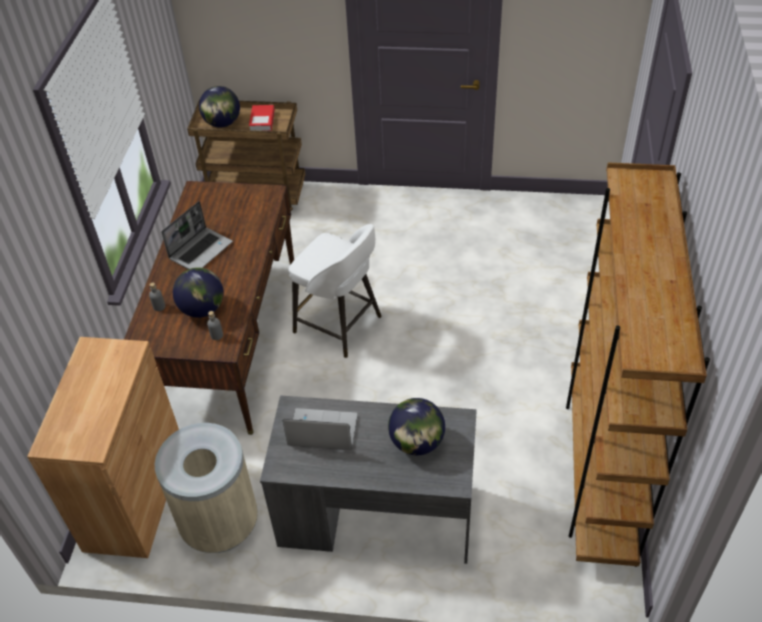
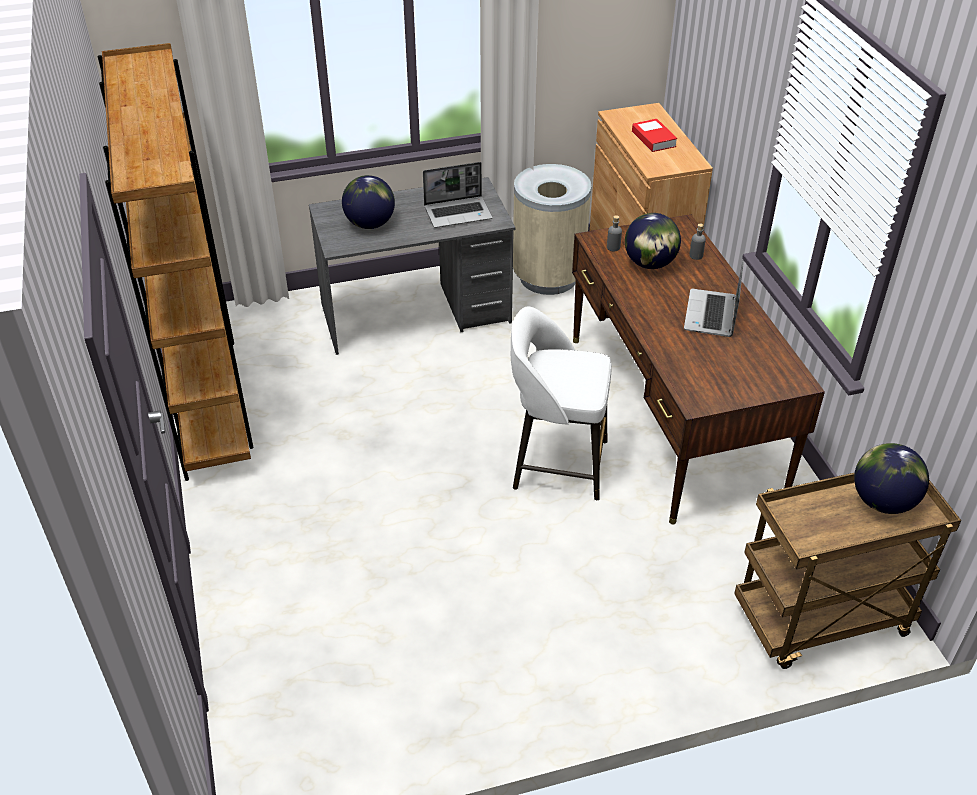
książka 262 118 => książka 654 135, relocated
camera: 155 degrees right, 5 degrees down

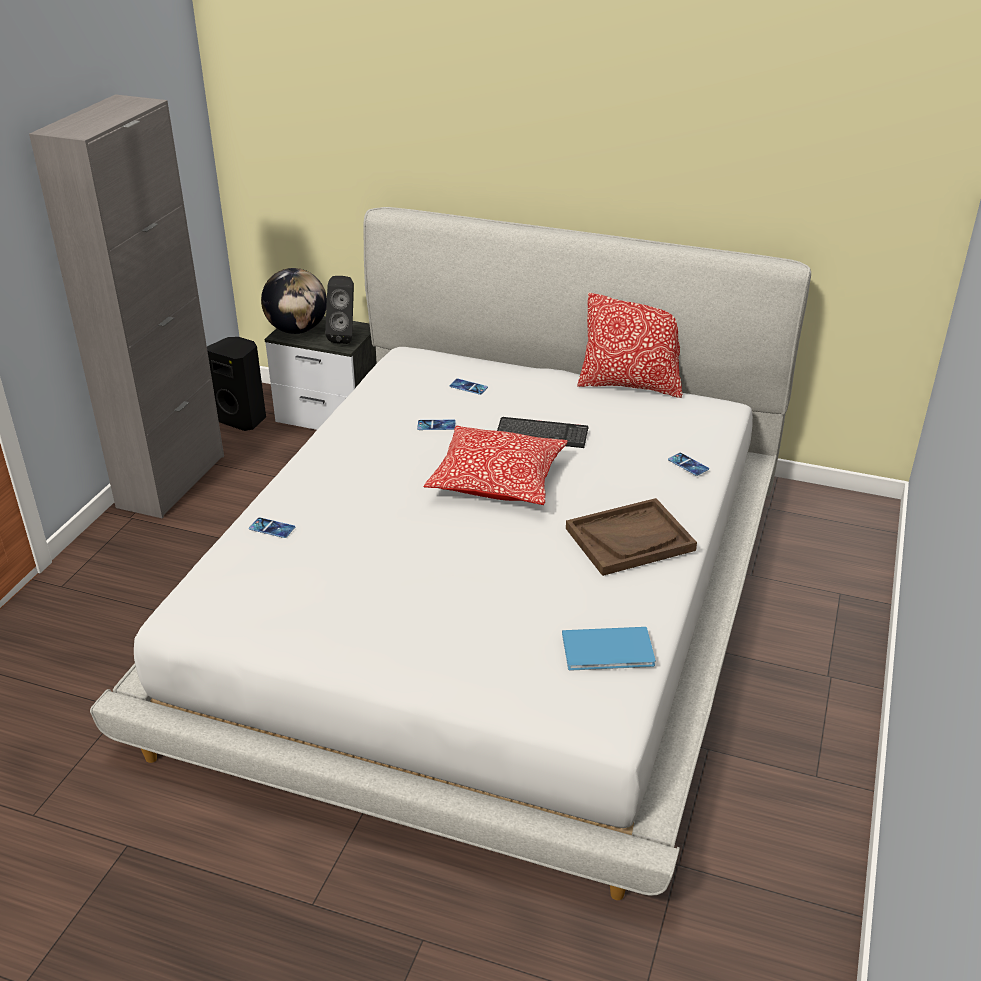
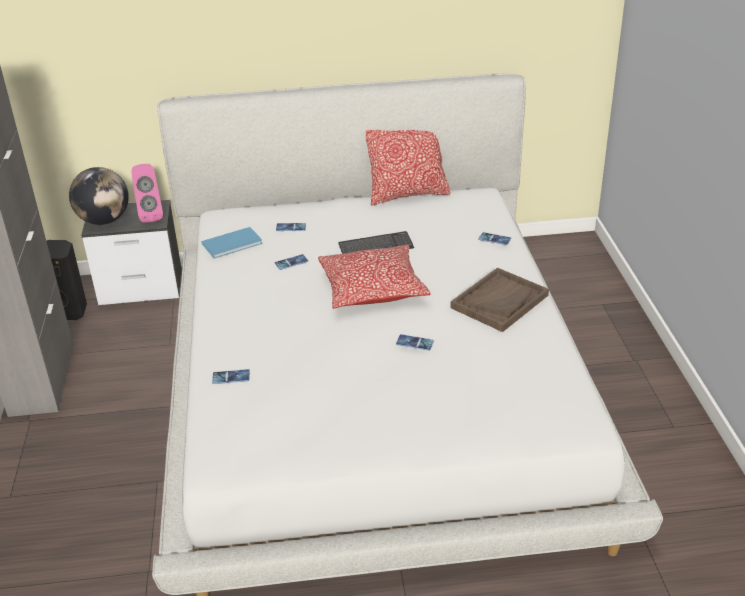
nothing => telefon 415 342
książka [niebieski] 609 649 => książka [niebieski] 232 243, relocated
głośnik [czarny] 339 310 => głośnik [różowy] 147 193
camera: 25 degrees left, 0 degrees up

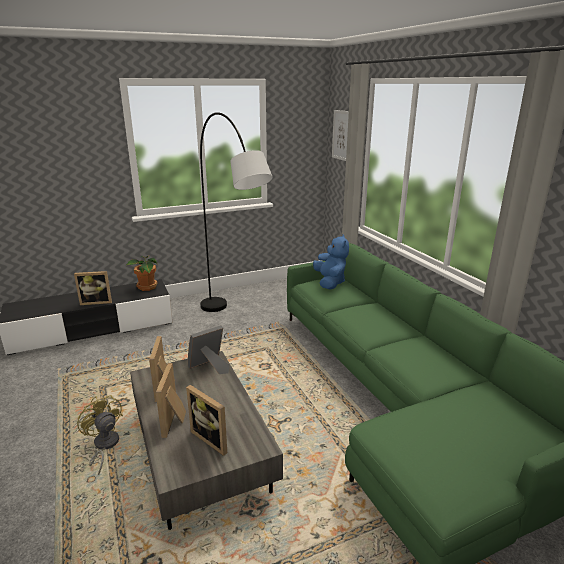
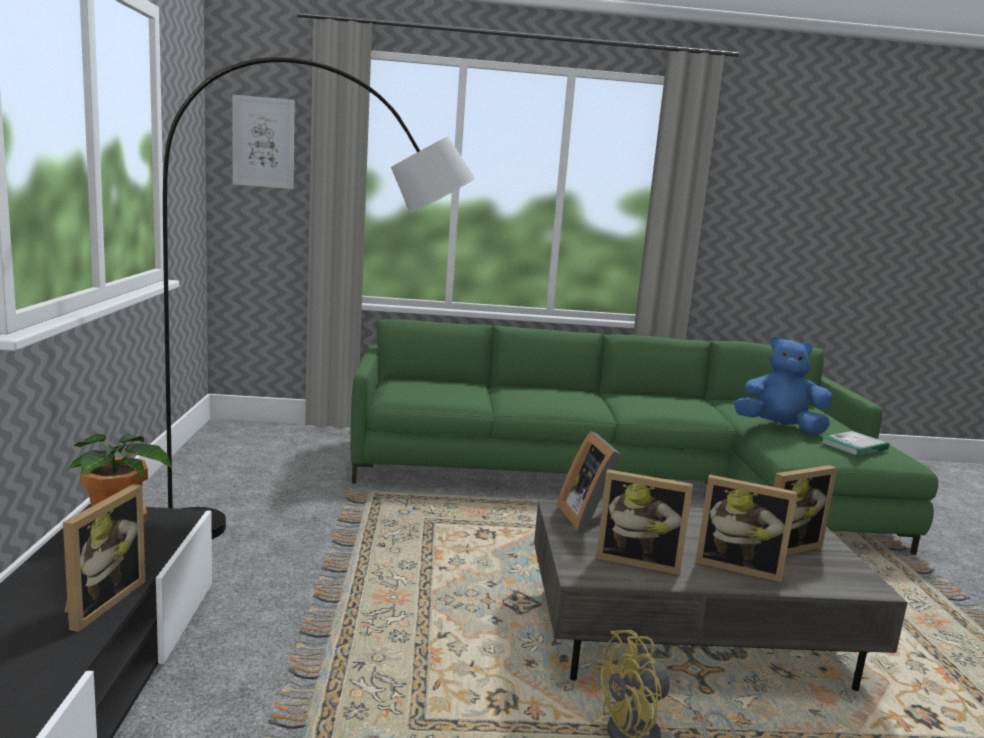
nothing => książka 855 443
pluszak [niebieski] 331 262 => pluszak [niebieski] 783 385, relocated
camera: 70 degrees left, 10 degrees down

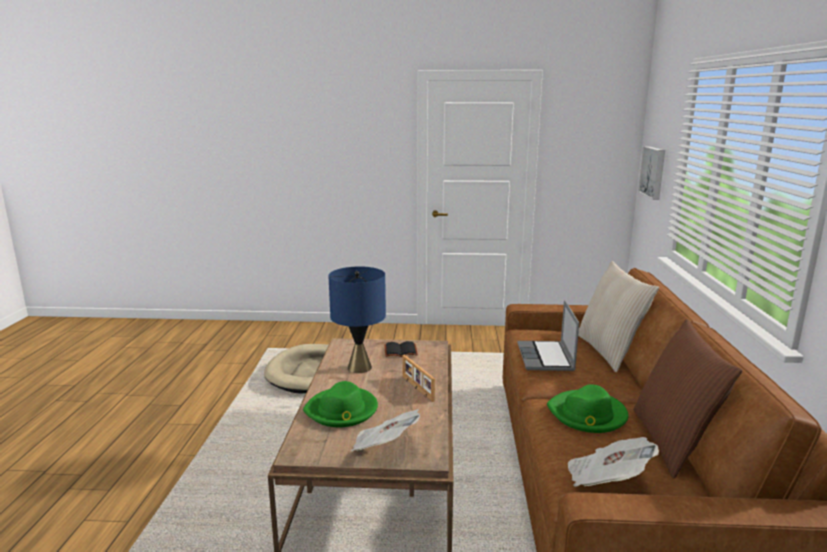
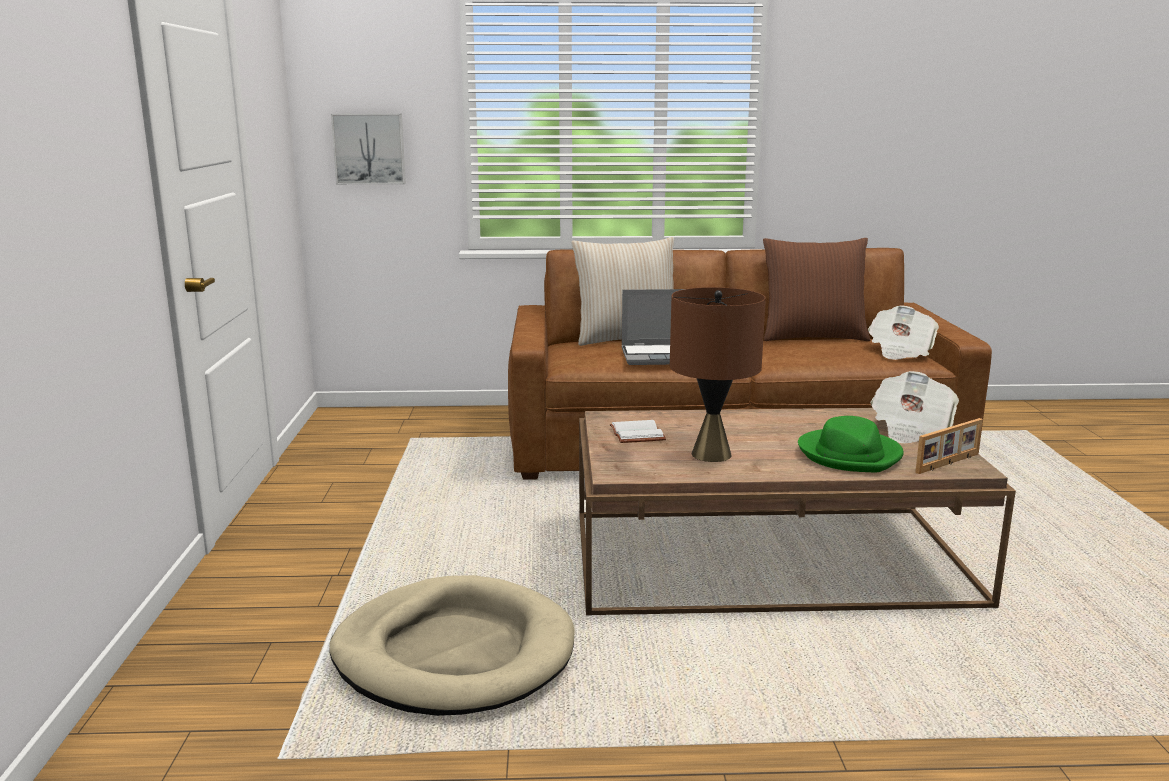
kapelusz [zielony] 587 408 => nothing
ramka na zdjęcie 419 378 => ramka na zdjęcie 949 446, relocated
lampa stołowa [niebieski] 357 319 => lampa stołowa [brązowy] 718 374
książka [czarny] 401 349 => książka [biały] 638 431
camera: 95 degrees left, 0 degrees up

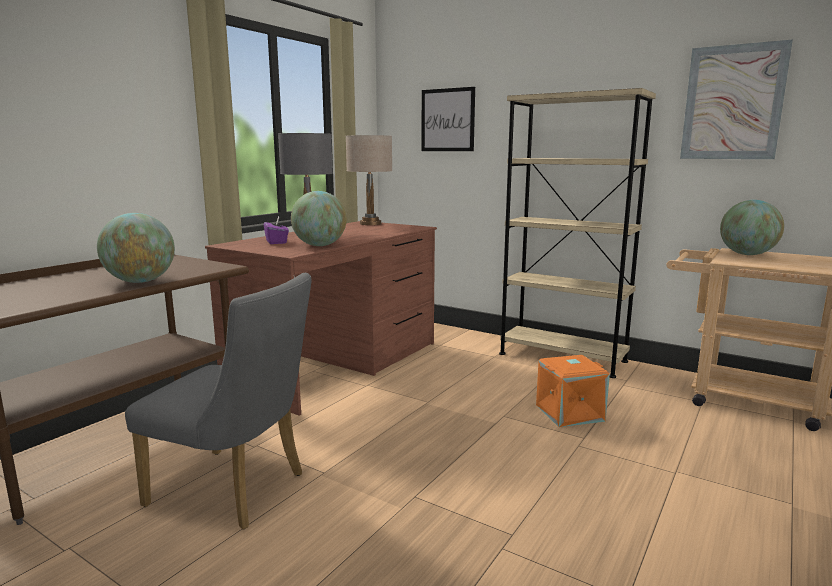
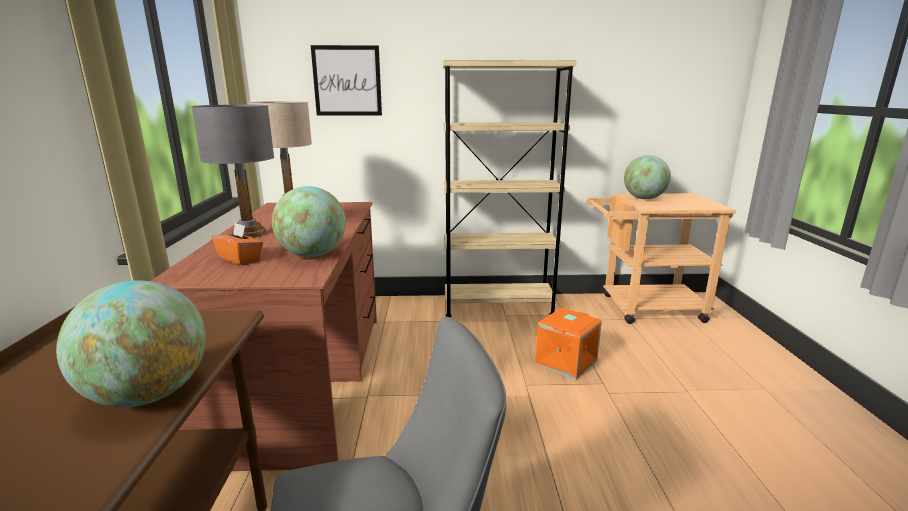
obraz 736 99 => nothing
pudełko chusteczek [fioletowy] 276 230 => pudełko chusteczek [pomarańczowy] 237 244
camera: 35 degrees left, 5 degrees up

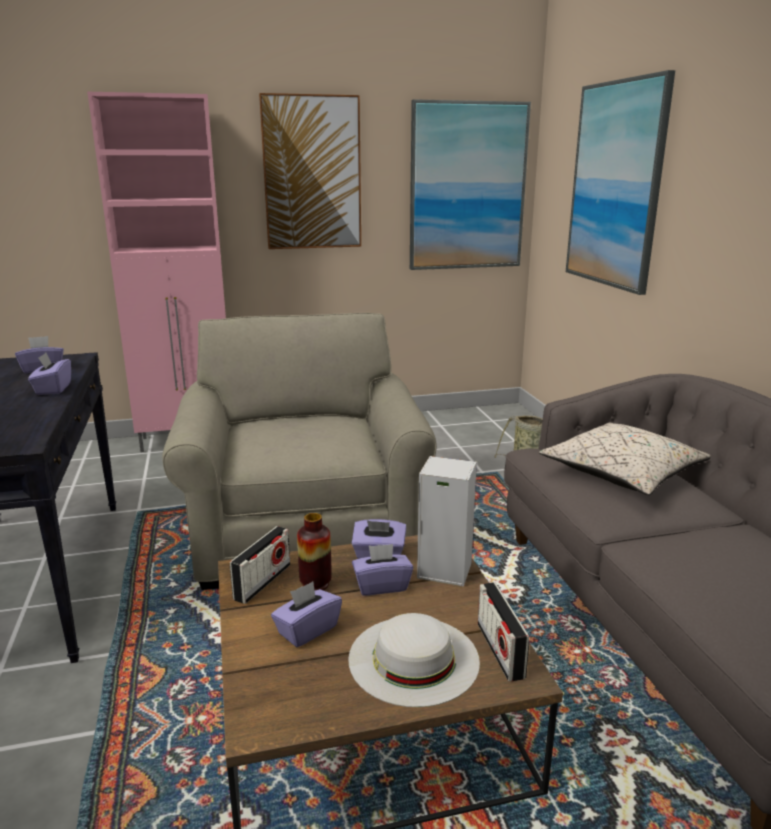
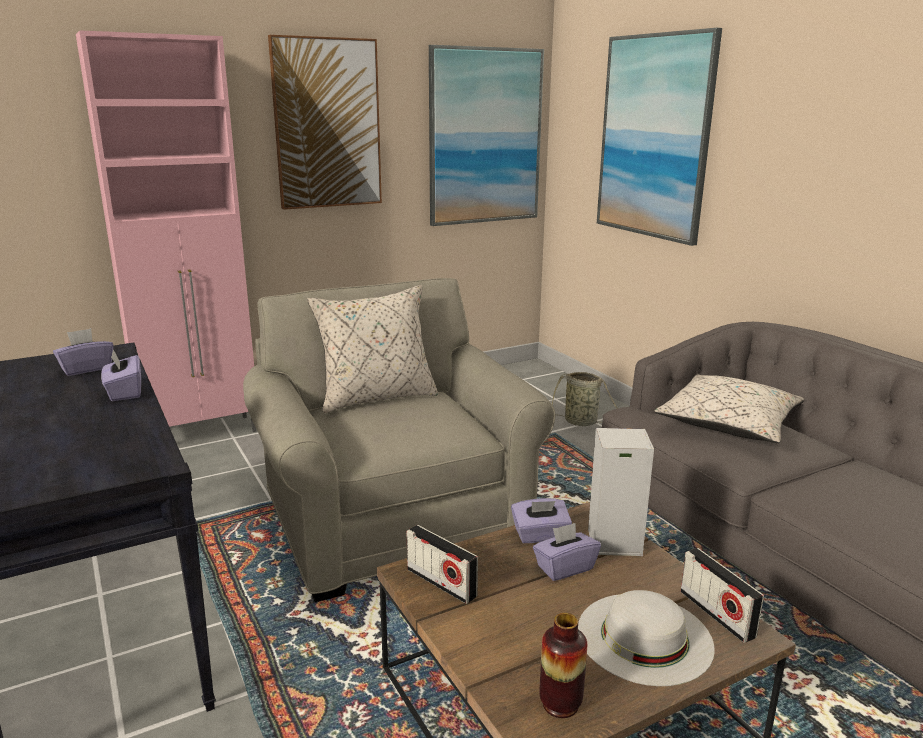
pudełko chusteczek [fioletowy] 306 614 => nothing
nothing => poduszka [beżowy] 372 349
wazon 314 551 => wazon 563 665, relocated
radio 260 565 => radio 442 564, 120 degrees clockwise
camera: 15 degrees left, 0 degrees up

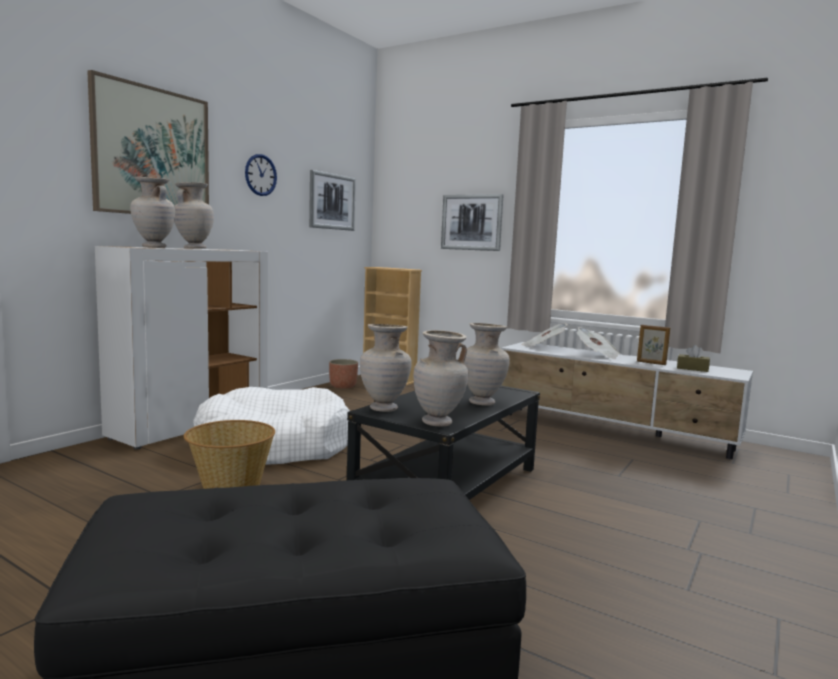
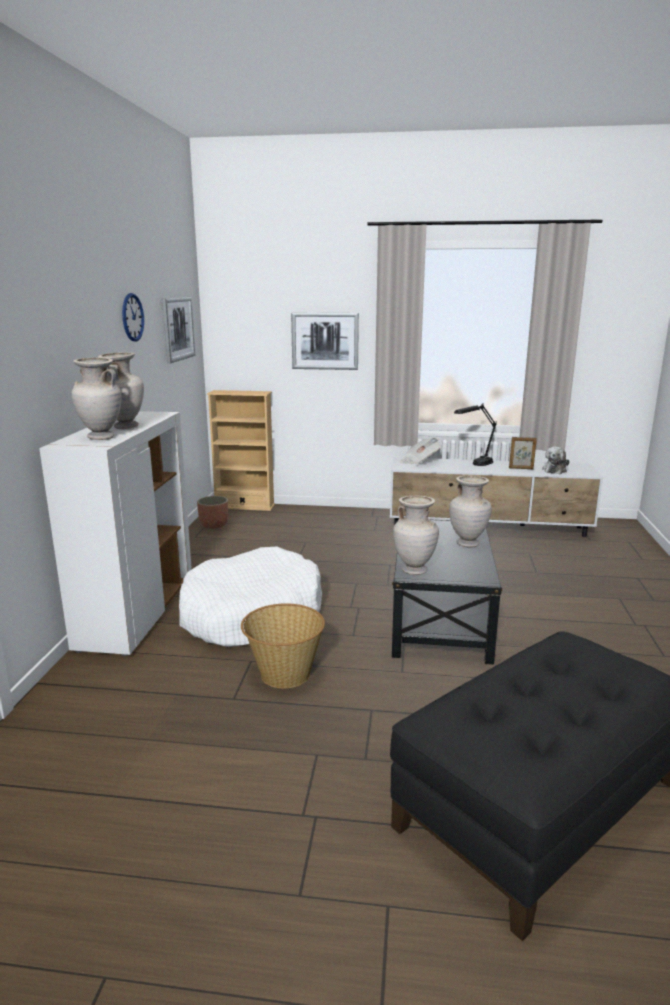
obraz 148 142 => nothing
wazon [beżowy] 441 378 => nothing
gazeta 598 343 => lampa stołowa [czarny] 475 435
pudełko chusteczek [brązowy] 693 358 => pluszak 556 460
camera: 25 degrees left, 10 degrees up

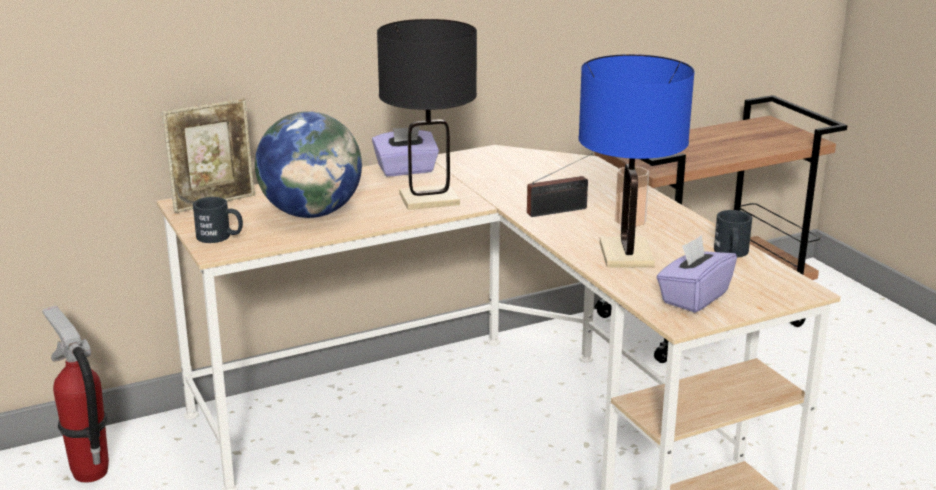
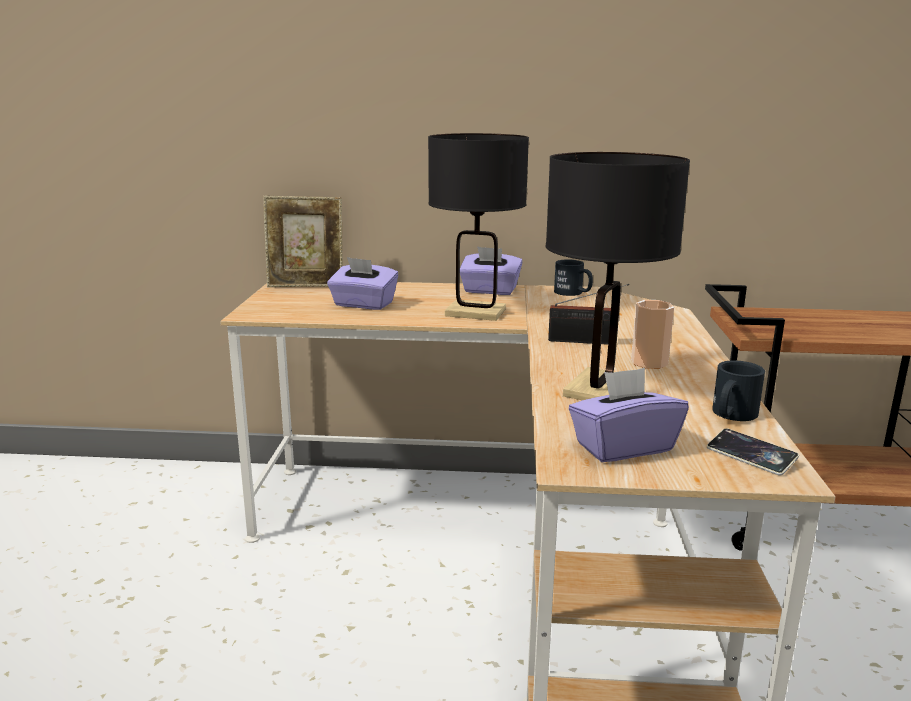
gaśnica 75 394 => nothing
nothing => telefon 753 451
kubek [czarny] 218 220 => kubek [czarny] 573 277, relocated
globus 308 164 => pudełko chusteczek [fioletowy] 362 283
lampa stołowa [niebieski] 636 161 => lampa stołowa [czarny] 618 276
camera: 30 degrees right, 5 degrees down

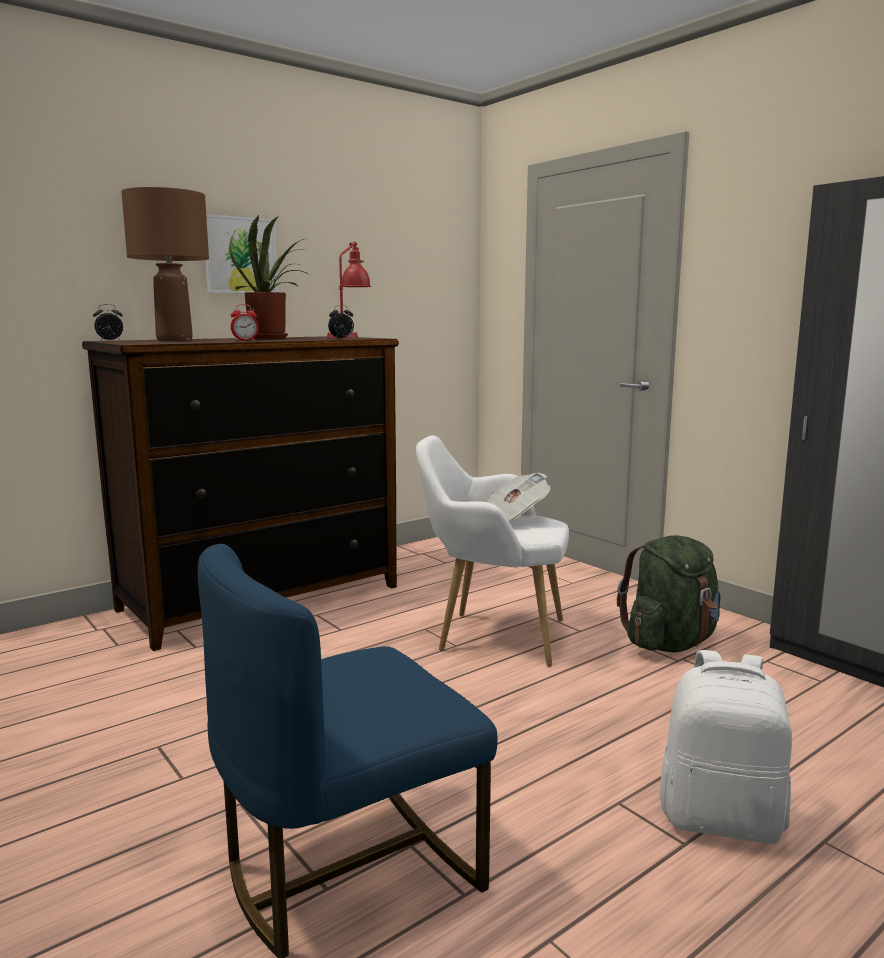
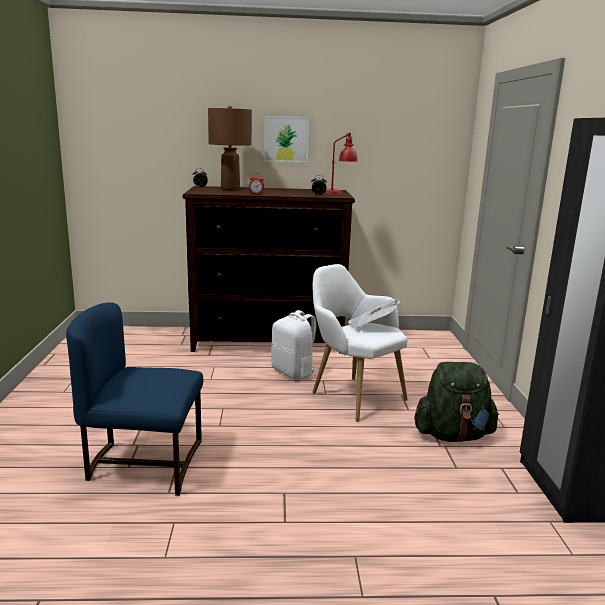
roślina doniczkowa 268 277 => nothing
plecak [biały] 725 747 => plecak [biały] 295 345, relocated
camera: 35 degrees right, 5 degrees up

